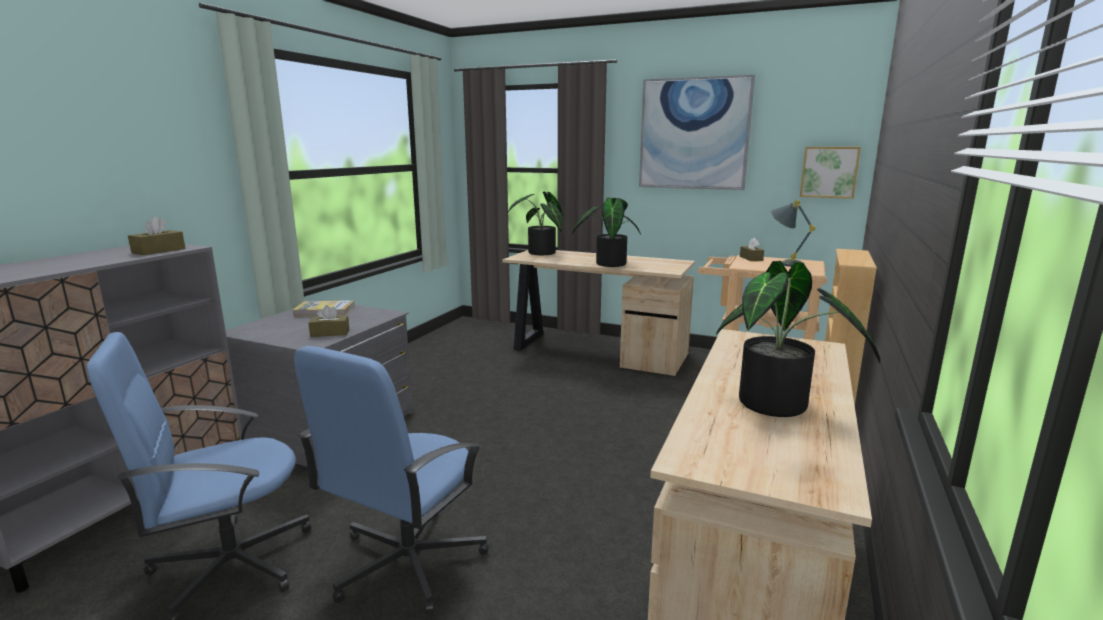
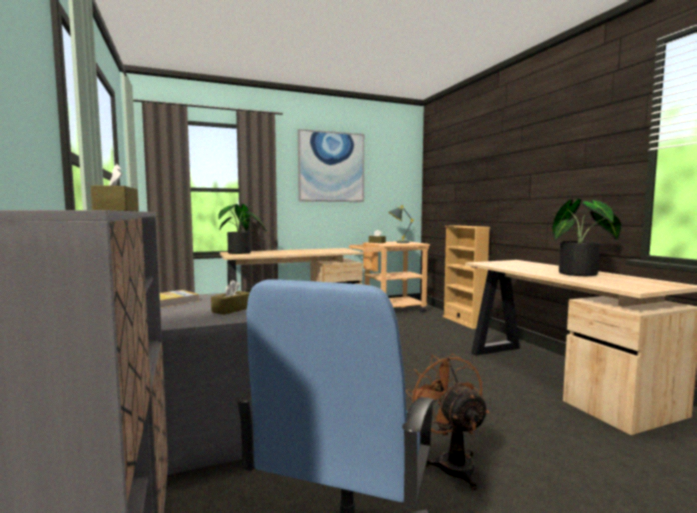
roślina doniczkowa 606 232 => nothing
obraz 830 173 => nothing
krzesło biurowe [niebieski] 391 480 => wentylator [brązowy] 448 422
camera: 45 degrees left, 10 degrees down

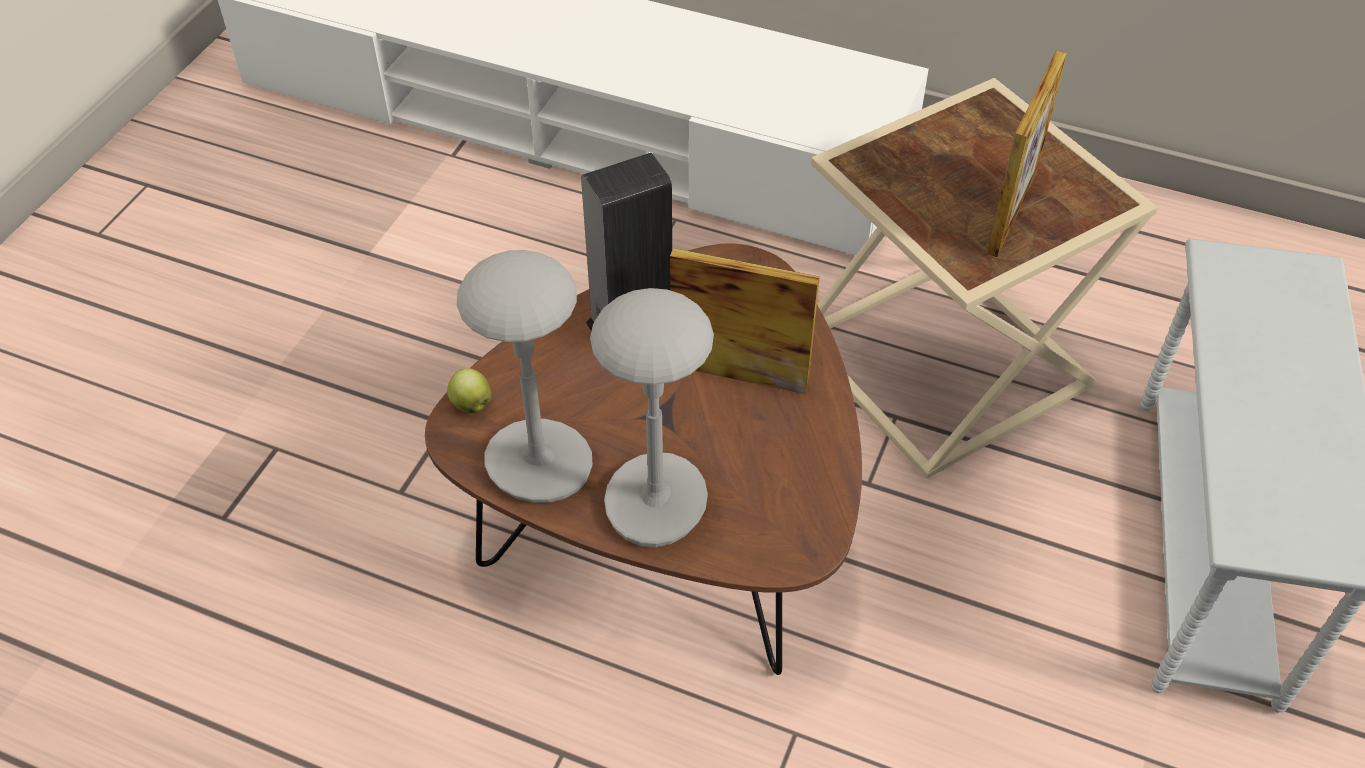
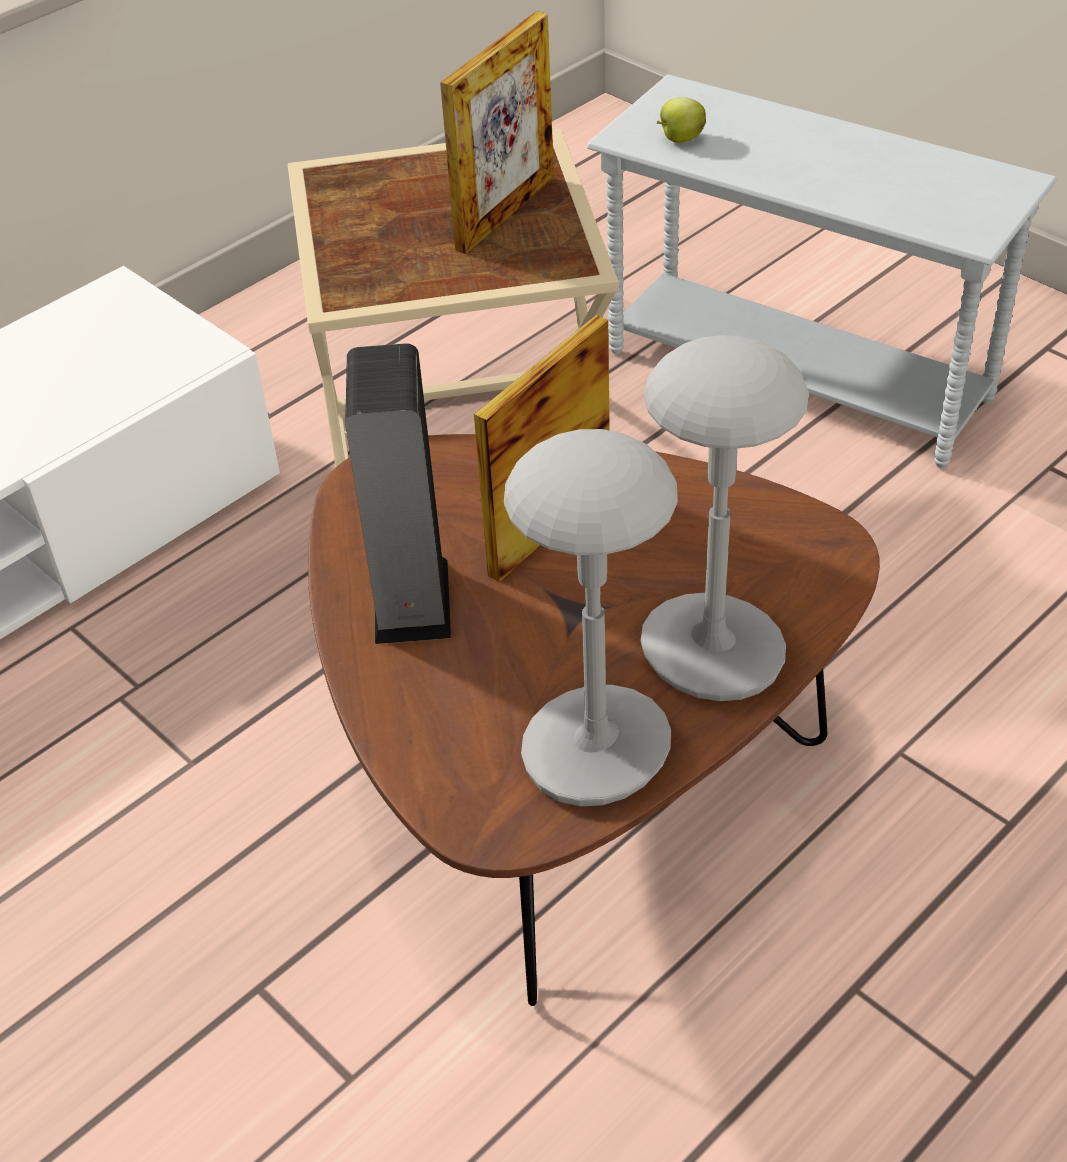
jabłko 469 390 => jabłko 681 120, relocated
ramka na zdjęcie 1027 153 => ramka na zdjęcie 497 132, 75 degrees clockwise
camera: 65 degrees left, 5 degrees down

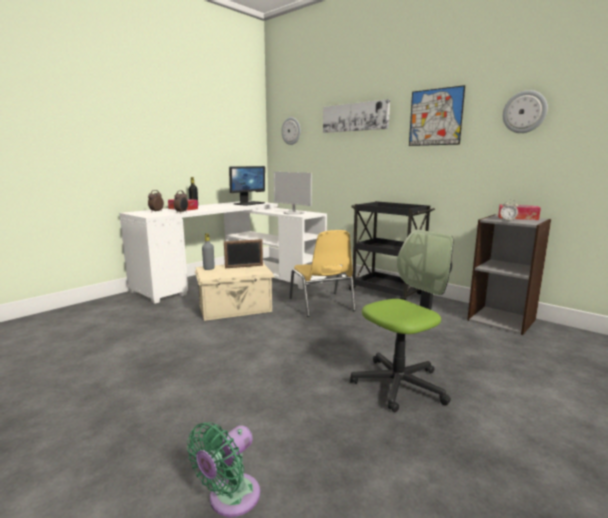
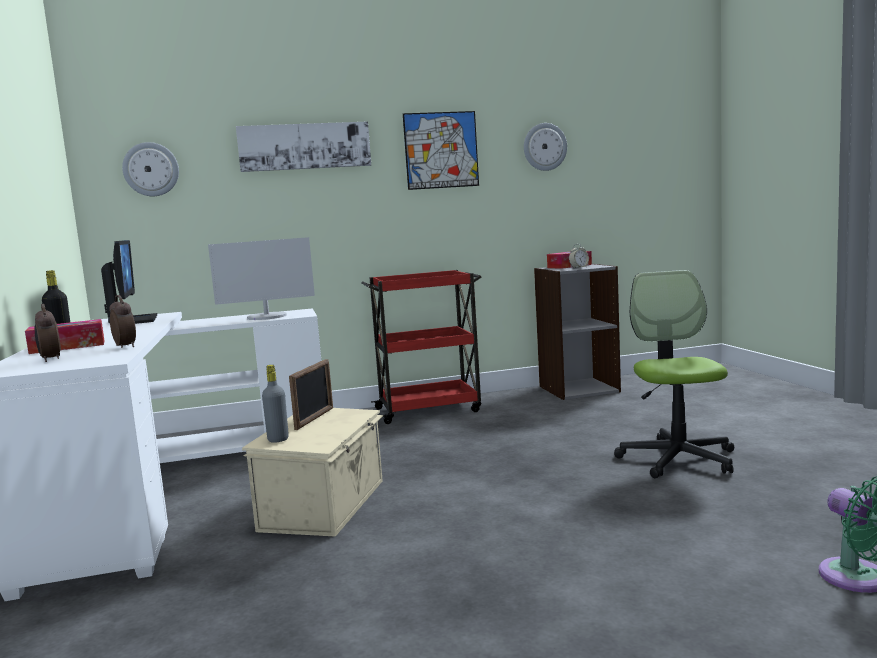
krzesło [żółty] 322 273 => nothing
wózek [czarny] 391 250 => wózek [czerwony] 421 347
camera: 55 degrees left, 5 degrees down

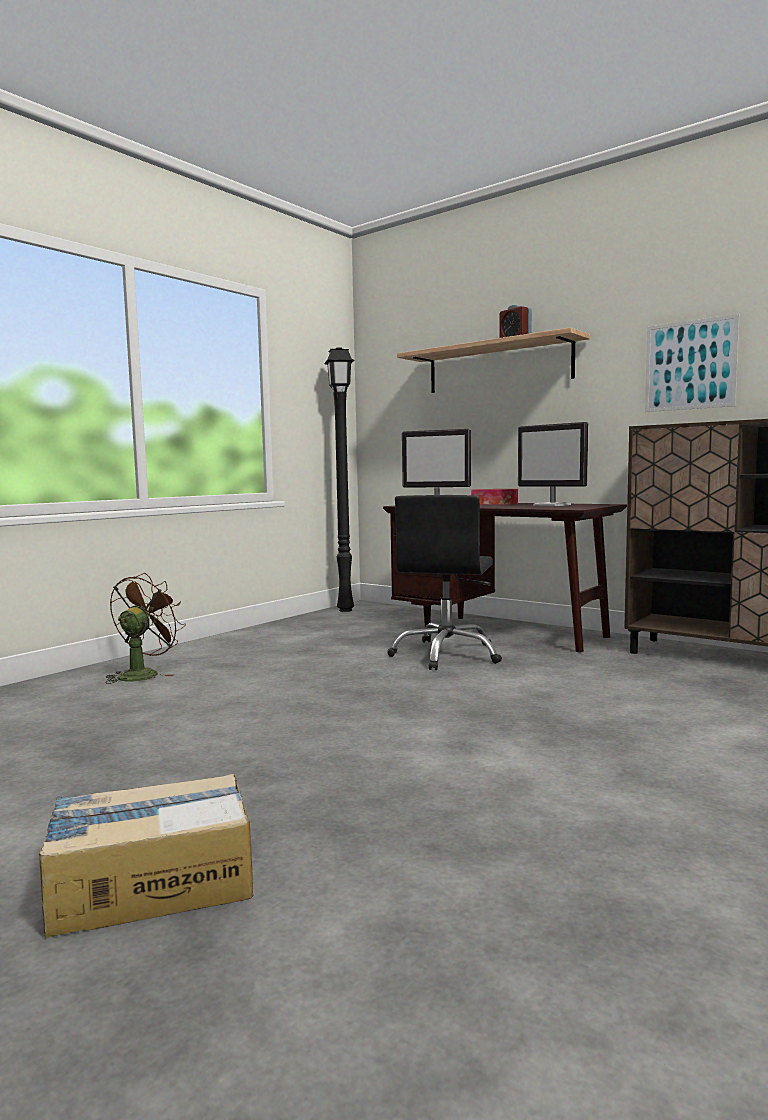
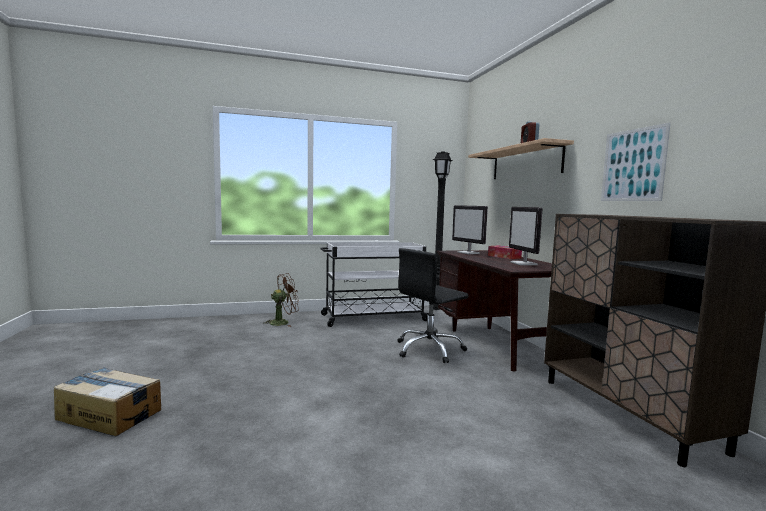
nothing => wózek [biały] 374 284
camera: 35 degrees right, 0 degrees up

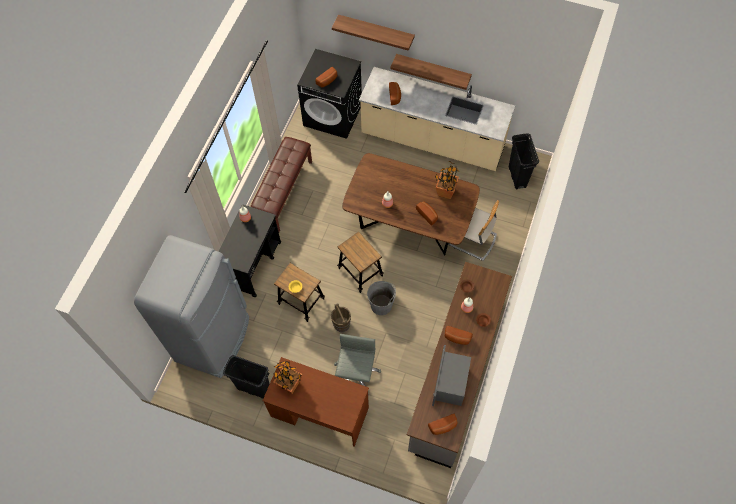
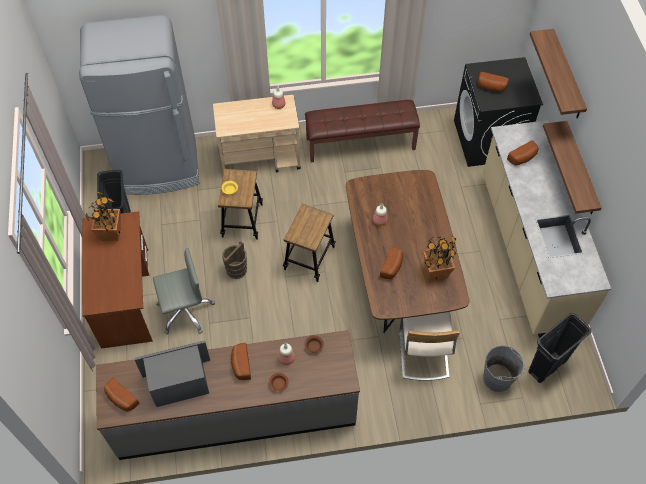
wiadro [szary] 381 298 => wiadro [szary] 504 368, relocated
wózek [czarny] 250 250 => wózek [beżowy] 257 134
camera: 60 degrees right, 5 degrees down

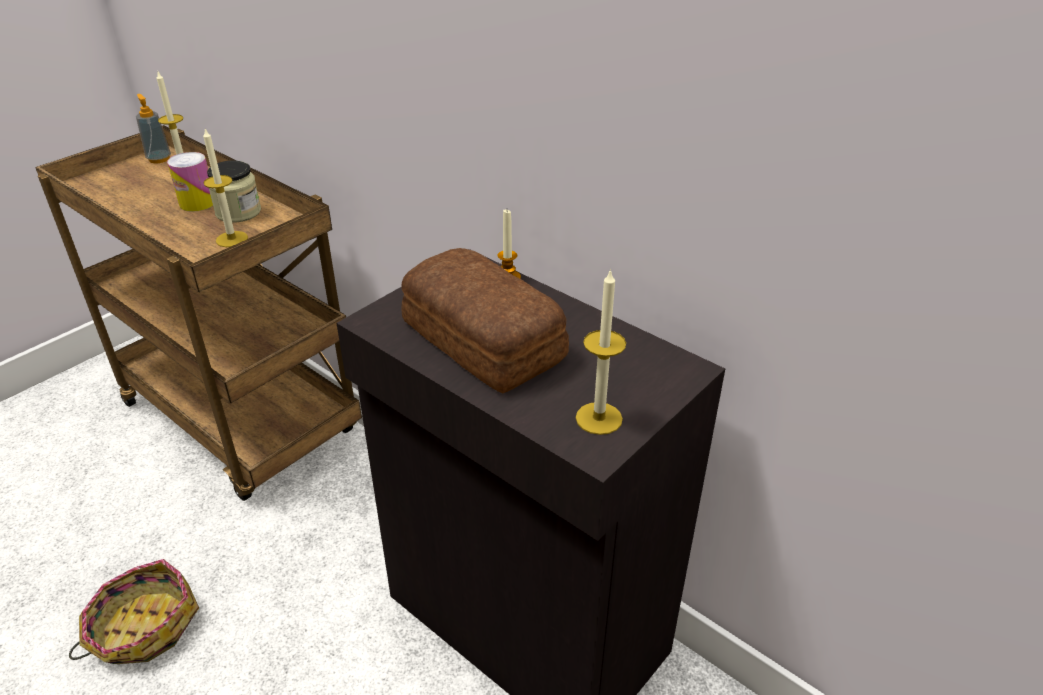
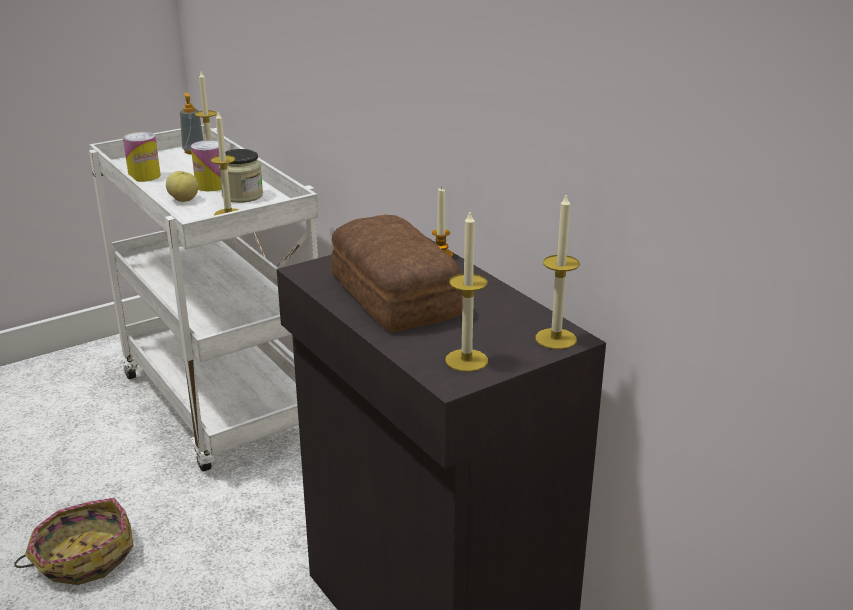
nothing => puszka 142 157
nothing => jabłko 182 186
nothing => świeca 557 272
wózek [brązowy] 198 313 => wózek [biały] 203 298
camera: 15 degrees right, 10 degrees down

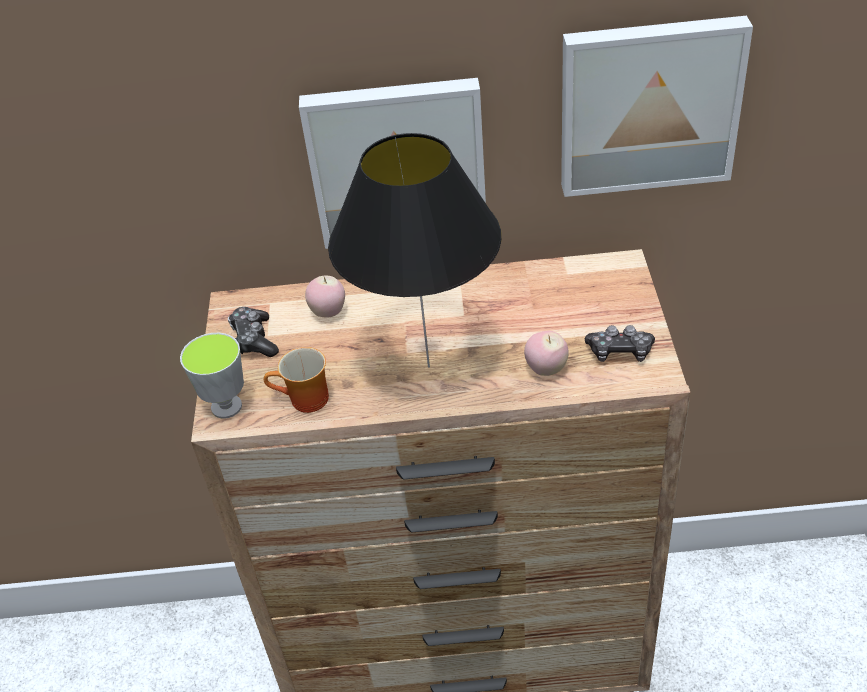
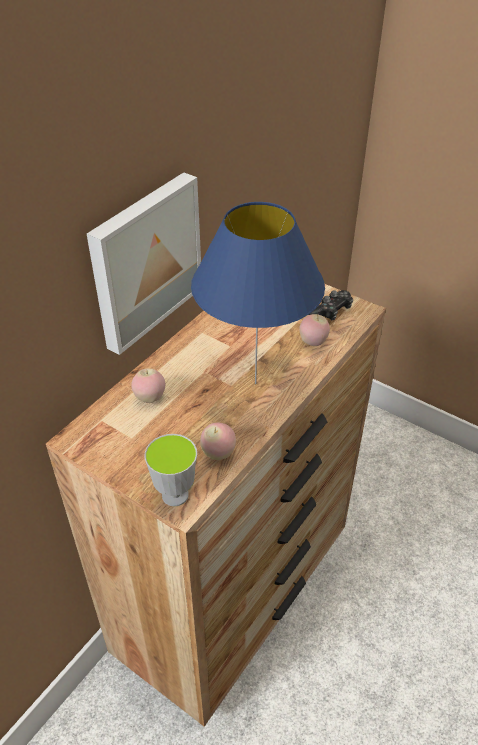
pad do gier 253 332 => nothing
obraz 657 106 => nothing
kubek 296 380 => jabłko 218 441
lampa stołowa [czarny] 415 250 => lampa stołowa [niebieski] 258 293
camera: 55 degrees left, 0 degrees up

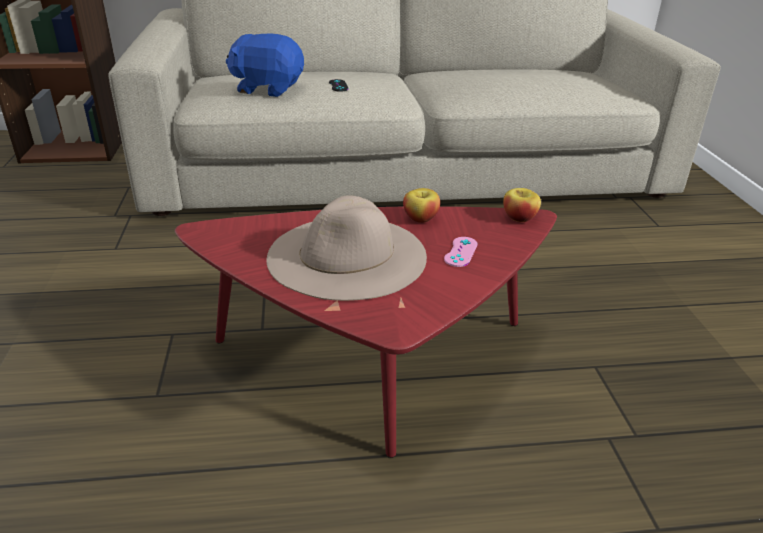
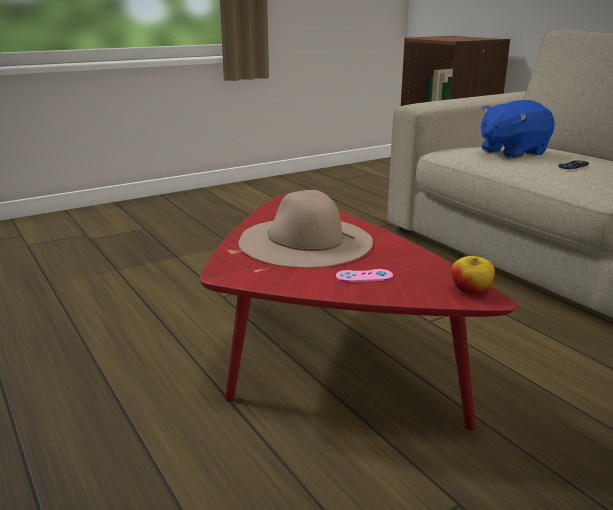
jabłko 421 205 => nothing
pluszak [niebieski] 265 65 => pluszak [niebieski] 518 129, 105 degrees counterclockwise
camera: 65 degrees right, 10 degrees down

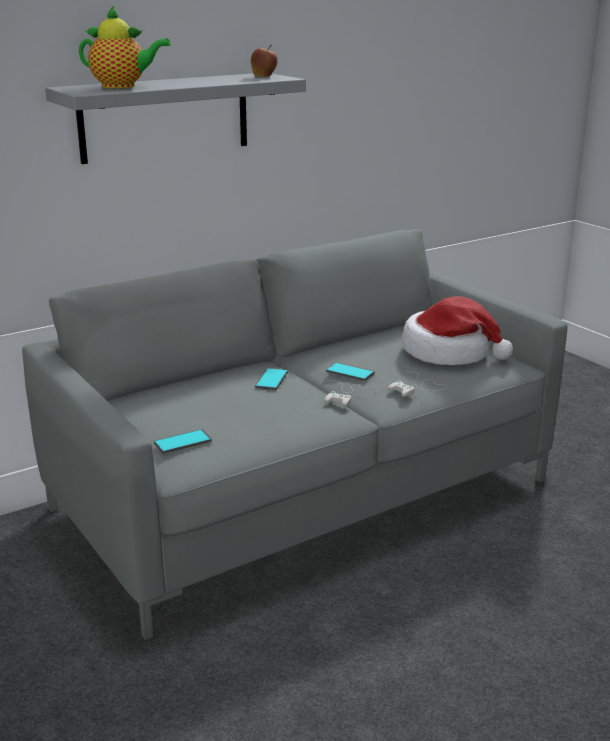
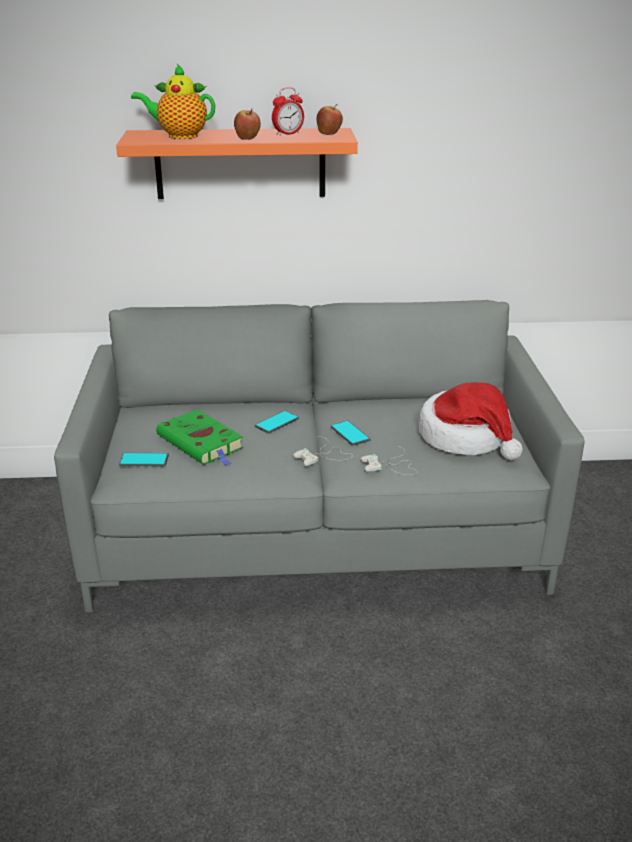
nothing => książka [zielony] 199 437
nothing => jabłko 247 124
nothing => budzik 288 111
półka [szary] 175 119 => półka [pomarańczowy] 237 163
imbryk 125 47 => imbryk 173 101, 150 degrees clockwise
camera: 30 degrees right, 5 degrees up

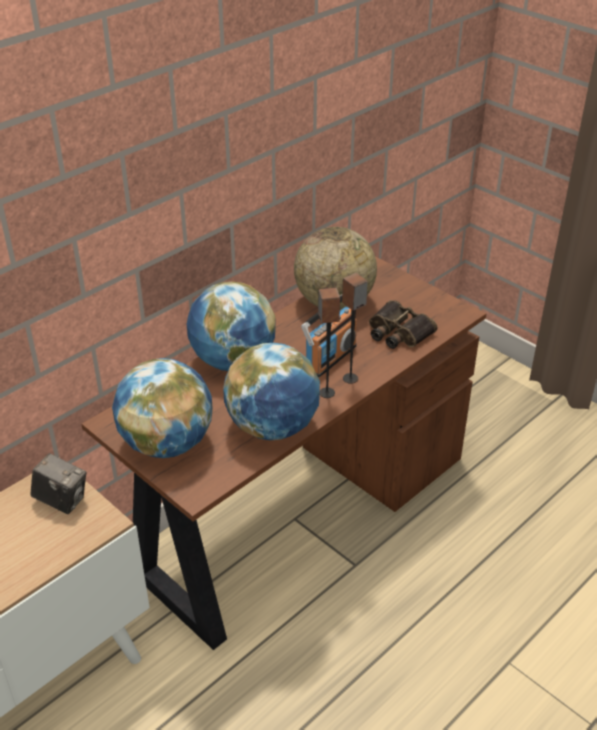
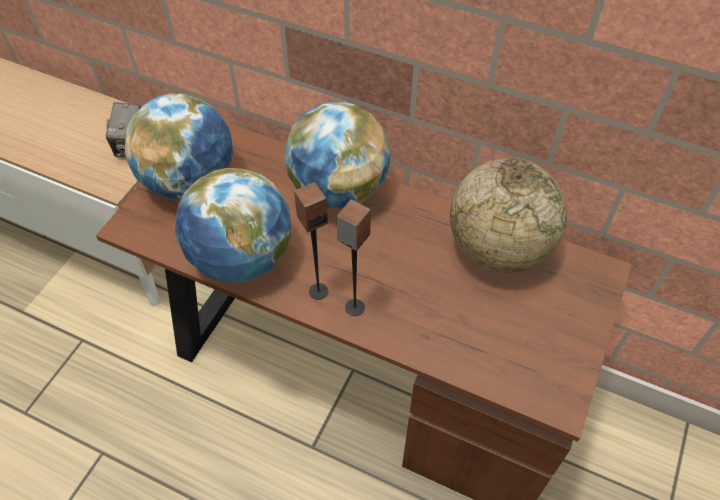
radio 329 335 => nothing
lornetka 403 324 => nothing
camera: 70 degrees right, 15 degrees up

